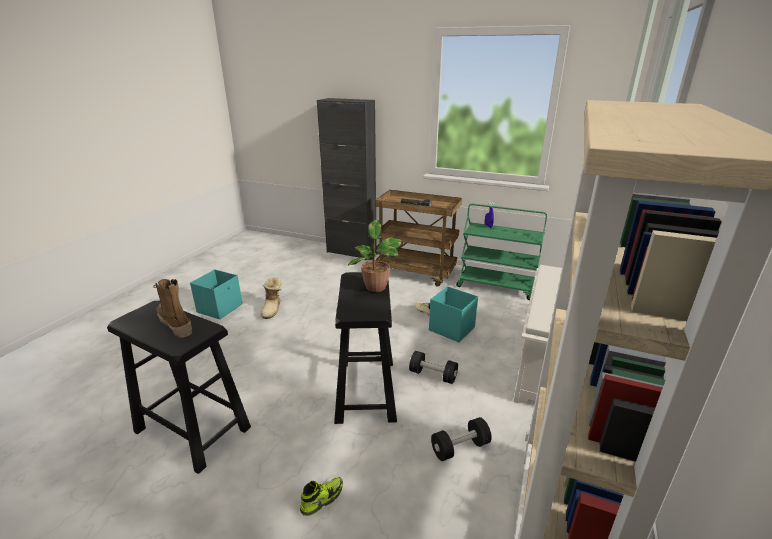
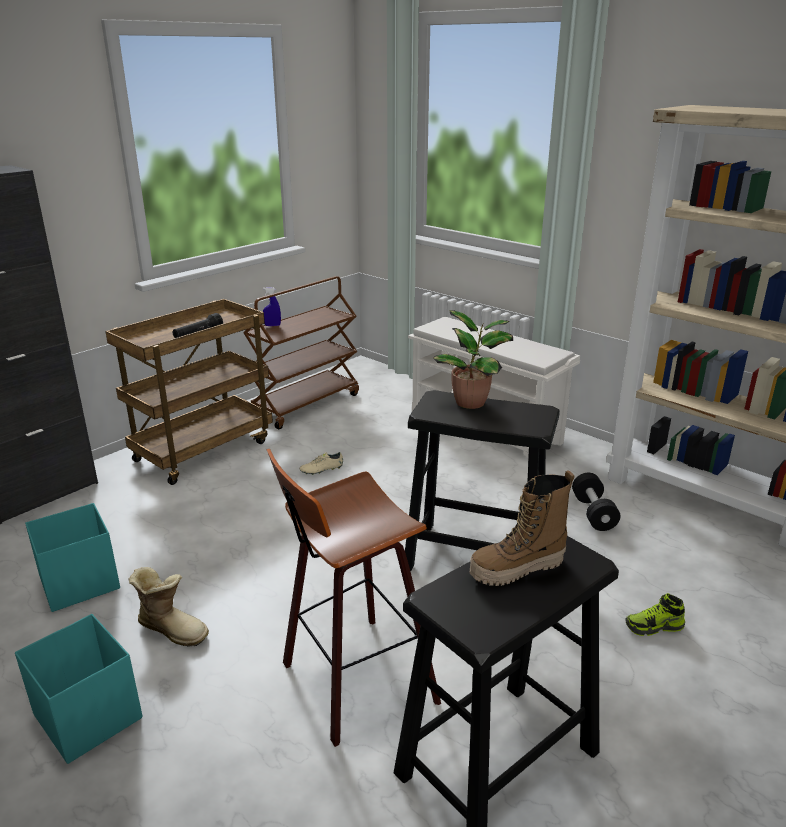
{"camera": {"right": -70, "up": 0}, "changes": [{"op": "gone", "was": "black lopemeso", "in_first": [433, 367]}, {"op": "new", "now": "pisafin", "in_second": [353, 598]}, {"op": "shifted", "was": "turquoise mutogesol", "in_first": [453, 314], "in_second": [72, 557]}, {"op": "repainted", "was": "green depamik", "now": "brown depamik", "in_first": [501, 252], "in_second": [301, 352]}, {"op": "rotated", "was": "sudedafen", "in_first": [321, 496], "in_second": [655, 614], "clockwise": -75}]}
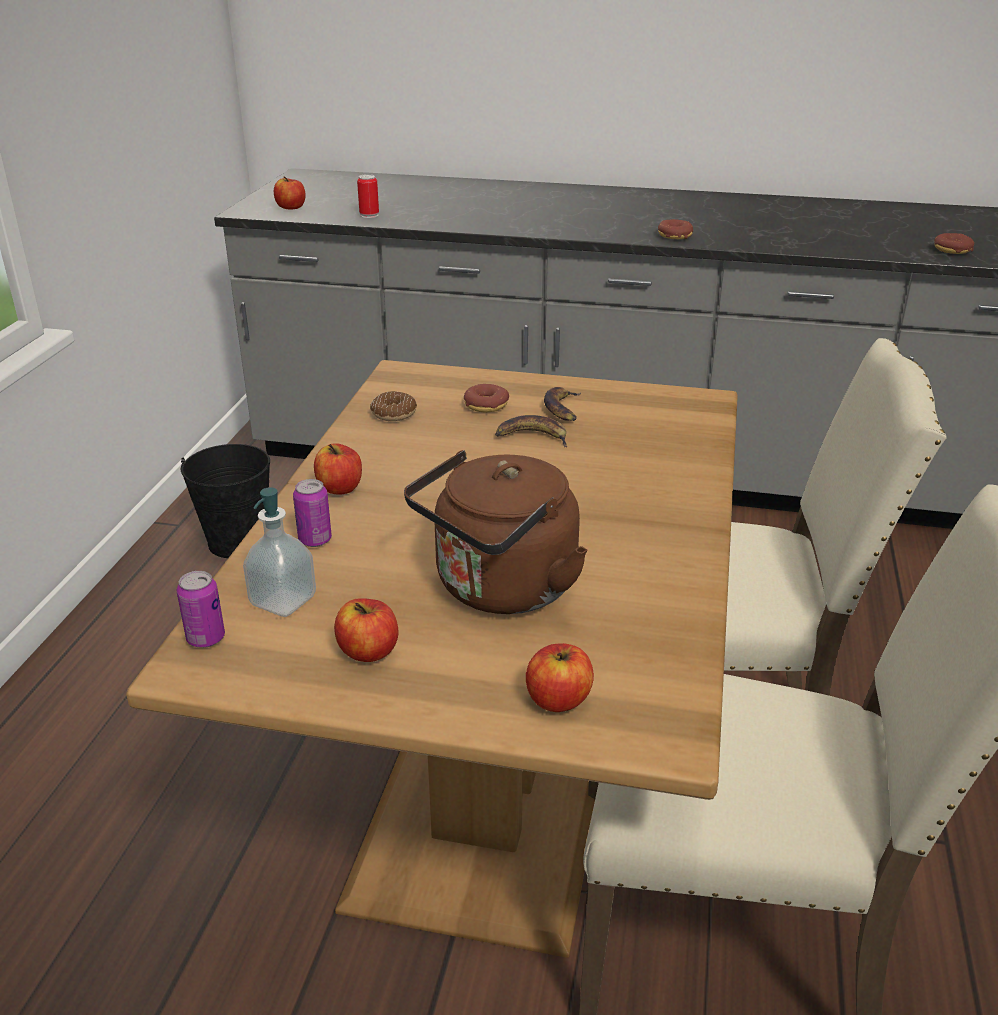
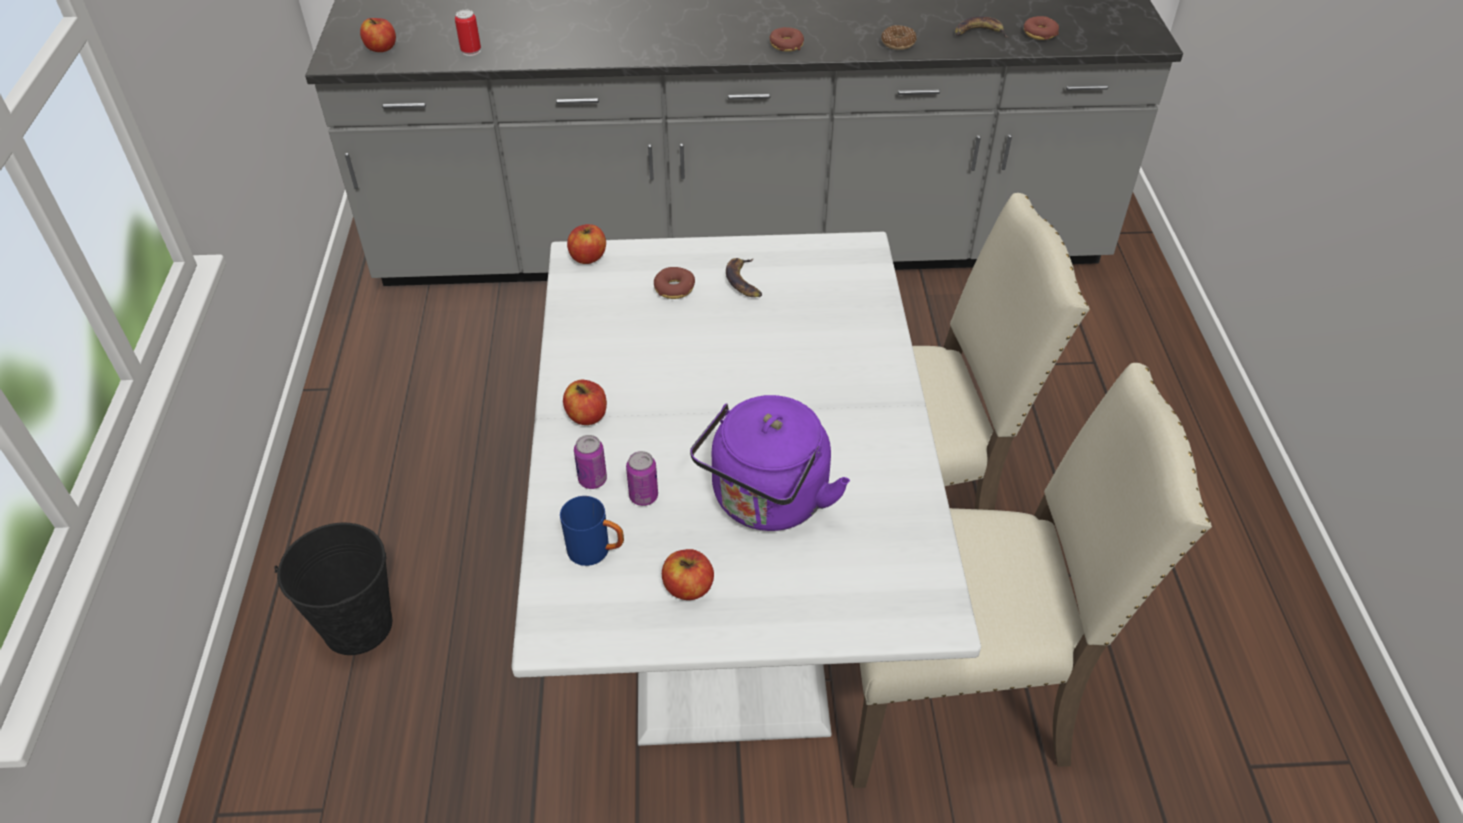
{"camera": {"right": -15, "up": 15}, "changes": [{"op": "shifted", "was": "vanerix", "in_first": [201, 609], "in_second": [642, 478]}, {"op": "shifted", "was": "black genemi", "in_first": [225, 501], "in_second": [334, 589]}, {"op": "shifted", "was": "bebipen", "in_first": [393, 406], "in_second": [899, 37]}, {"op": "shifted", "was": "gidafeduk", "in_first": [531, 431], "in_second": [981, 27]}, {"op": "shifted", "was": "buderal", "in_first": [560, 677], "in_second": [586, 244]}, {"op": "swapped", "was": "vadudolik", "now": "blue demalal", "in_first": [279, 552], "in_second": [592, 531]}, {"op": "repainted", "was": "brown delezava", "now": "white delezava", "in_first": [432, 659], "in_second": [746, 489]}, {"op": "repainted", "was": "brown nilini", "now": "purple nilini", "in_first": [496, 532], "in_second": [770, 463]}]}
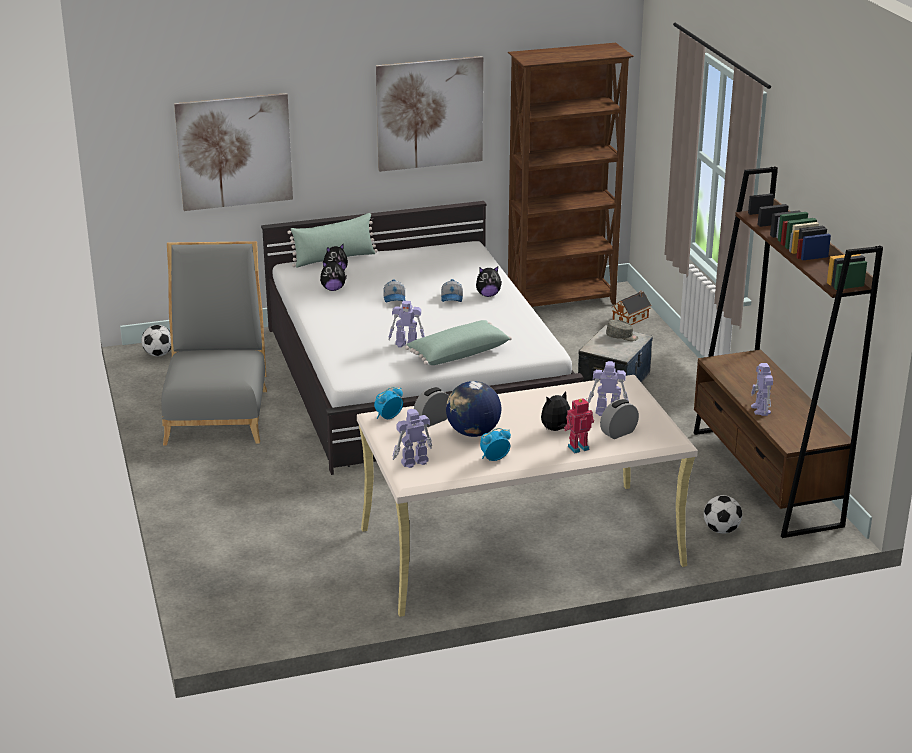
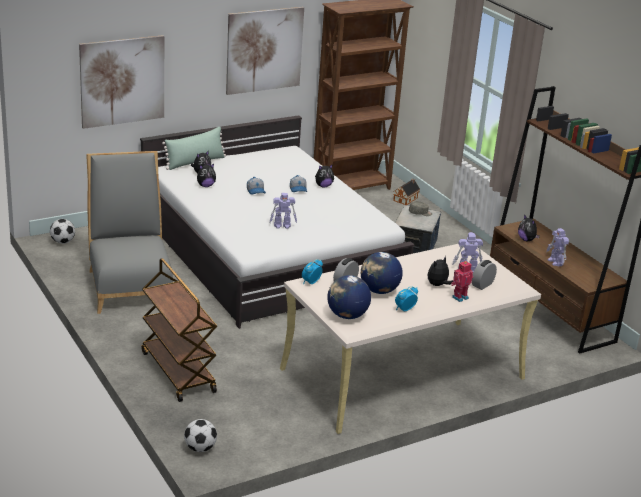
{"camera": {"right": -15, "up": 0}, "changes": [{"op": "gone", "was": "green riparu", "in_first": [458, 342]}, {"op": "new", "now": "brown depamik", "in_second": [179, 330]}, {"op": "new", "now": "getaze", "in_second": [529, 227]}, {"op": "shifted", "was": "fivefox", "in_first": [723, 514], "in_second": [200, 435]}, {"op": "swapped", "was": "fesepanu", "now": "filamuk", "in_first": [412, 438], "in_second": [349, 297]}]}
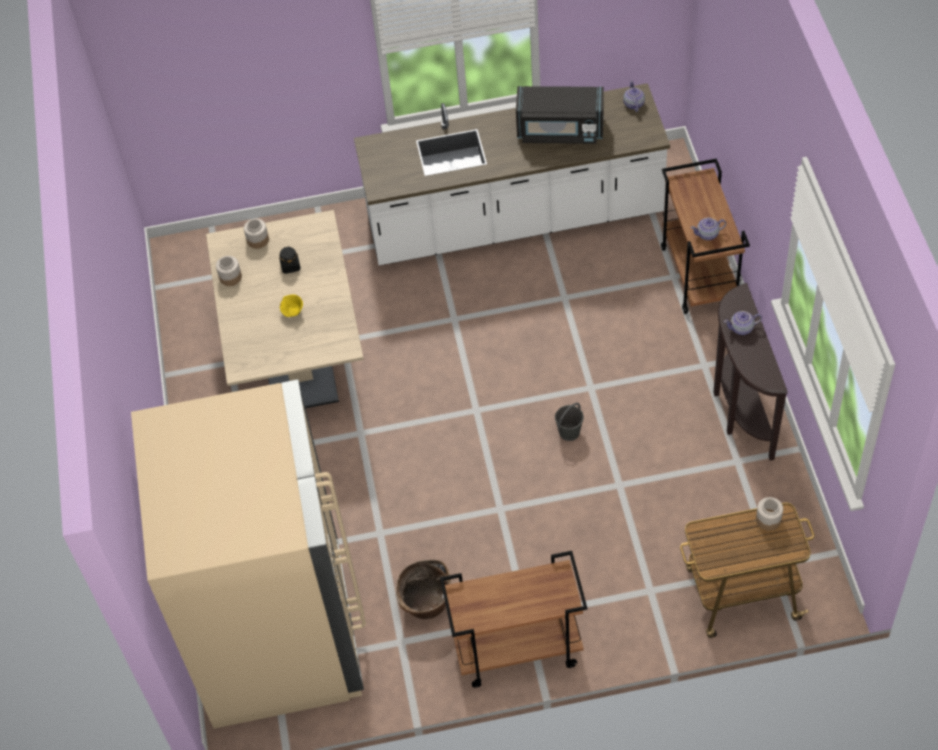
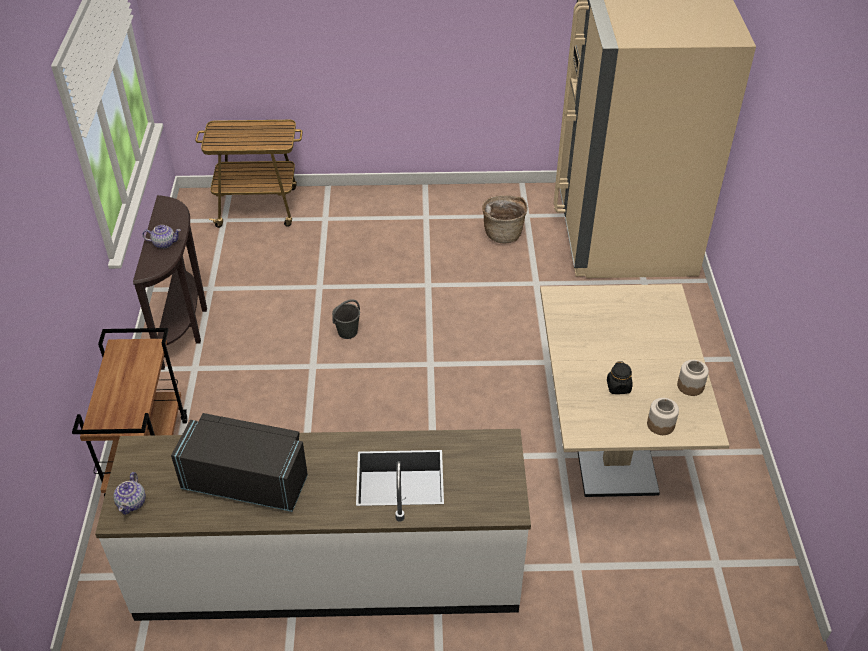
{"camera": {"right": -175, "up": -10}, "changes": [{"op": "gone", "was": "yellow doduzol", "in_first": [291, 306]}, {"op": "gone", "was": "brown depamik", "in_first": [513, 619]}, {"op": "gone", "was": "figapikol", "in_first": [708, 229]}, {"op": "gone", "was": "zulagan", "in_first": [769, 514]}]}
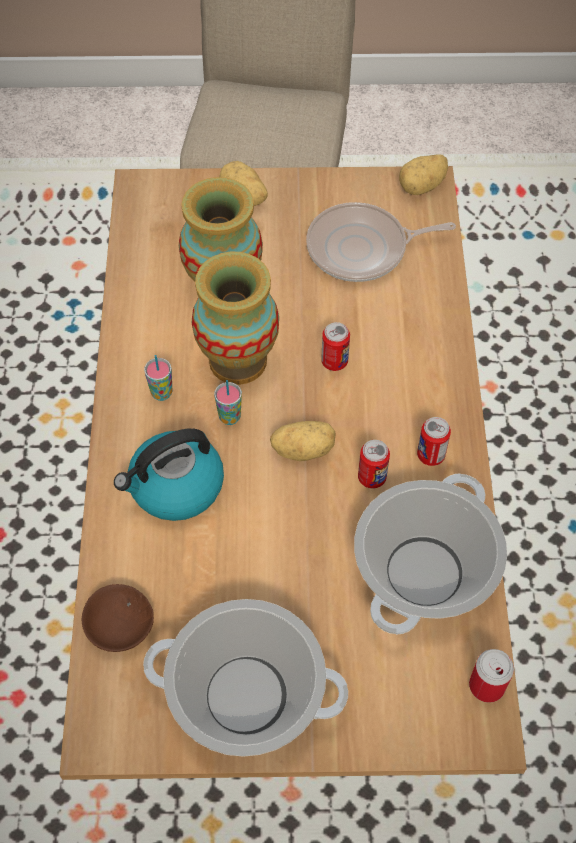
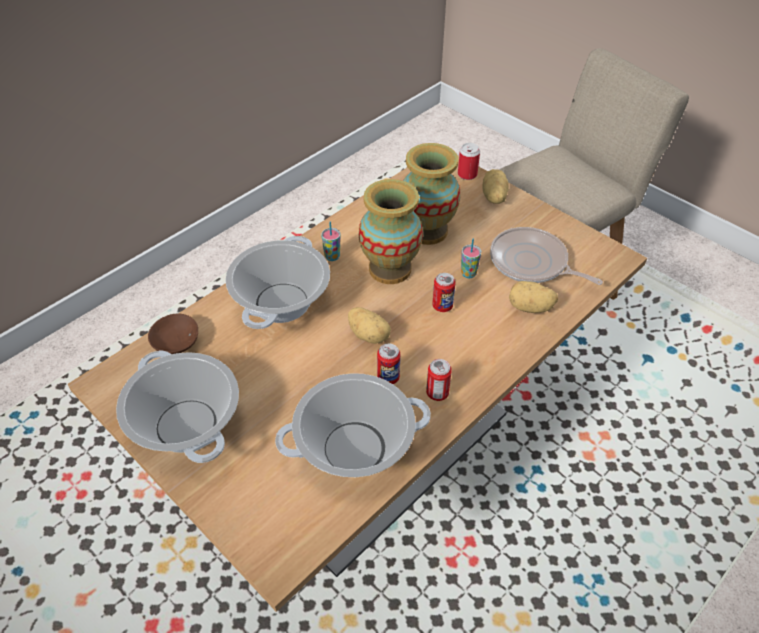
{"camera": {"right": 45, "up": -10}, "changes": [{"op": "shifted", "was": "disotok", "in_first": [228, 402], "in_second": [471, 258]}, {"op": "shifted", "was": "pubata", "in_first": [423, 174], "in_second": [533, 297]}, {"op": "shifted", "was": "vanerix", "in_first": [491, 676], "in_second": [469, 161]}, {"op": "swapped", "was": "nilini", "now": "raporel", "in_first": [169, 474], "in_second": [277, 282]}]}
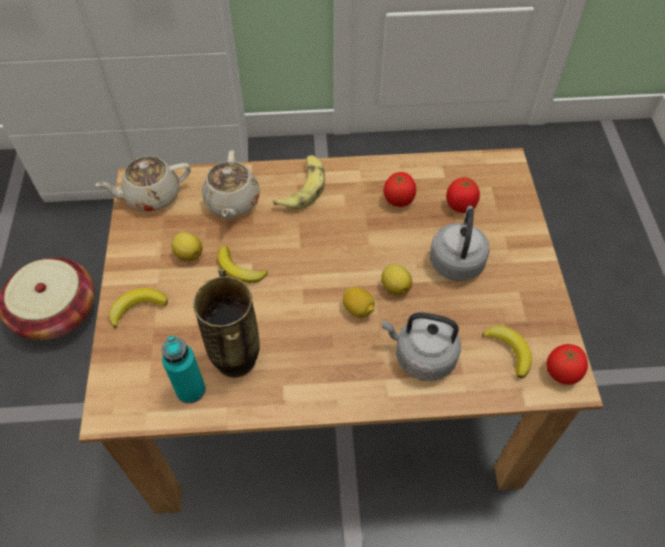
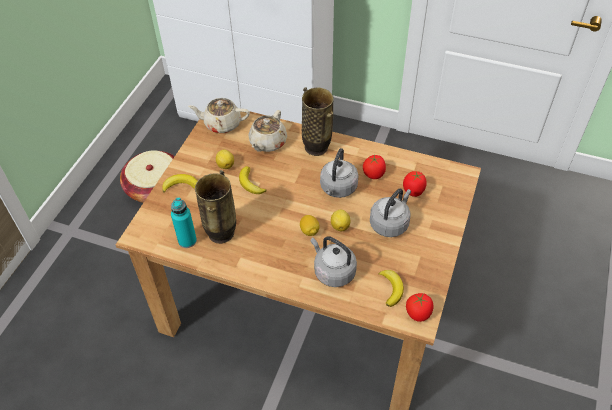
{"camera": {"right": 25, "up": -5}, "changes": [{"op": "new", "now": "grey nilini", "in_second": [339, 173]}, {"op": "swapped", "was": "gidafeduk", "now": "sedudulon", "in_first": [299, 182], "in_second": [318, 121]}]}
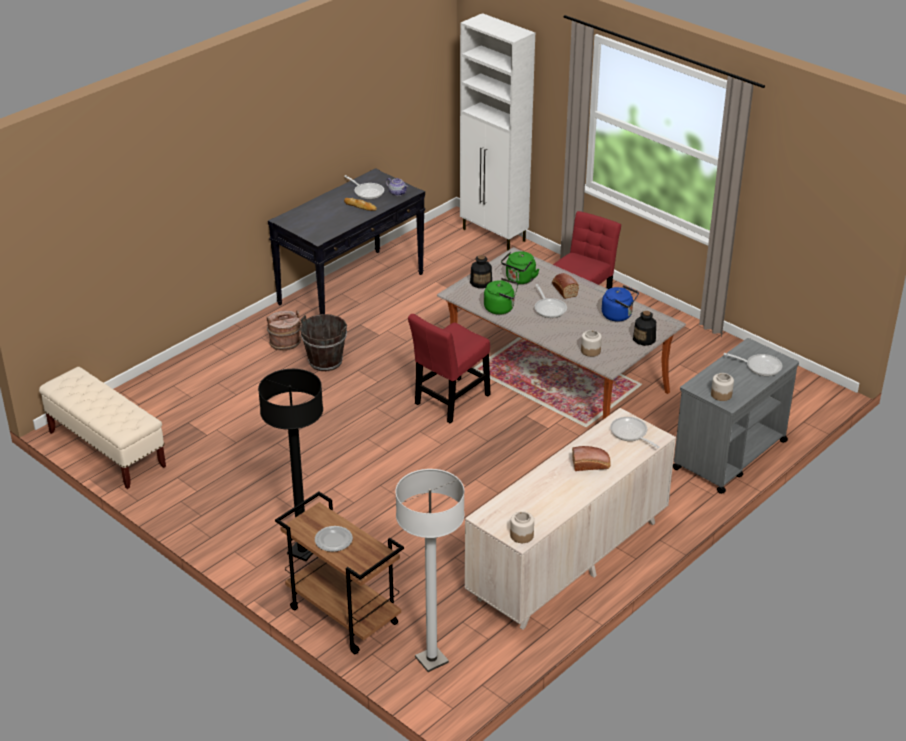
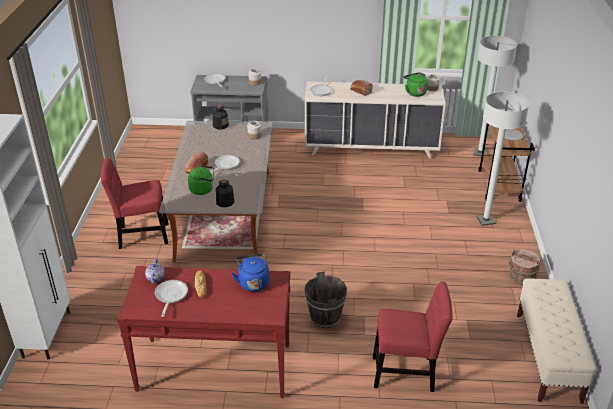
{"camera": {"right": -130, "up": 0}, "changes": [{"op": "shifted", "was": "brown genemi", "in_first": [284, 330], "in_second": [524, 267]}, {"op": "shifted", "was": "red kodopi", "in_first": [449, 368], "in_second": [412, 336]}, {"op": "shifted", "was": "green nilini", "in_first": [501, 296], "in_second": [415, 84]}, {"op": "shifted", "was": "blue nilini", "in_first": [620, 303], "in_second": [250, 272]}, {"op": "repainted", "was": "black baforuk", "now": "white baforuk", "in_first": [290, 465], "in_second": [502, 159]}, {"op": "repainted", "was": "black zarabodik", "now": "red zarabodik", "in_first": [346, 241], "in_second": [204, 332]}]}
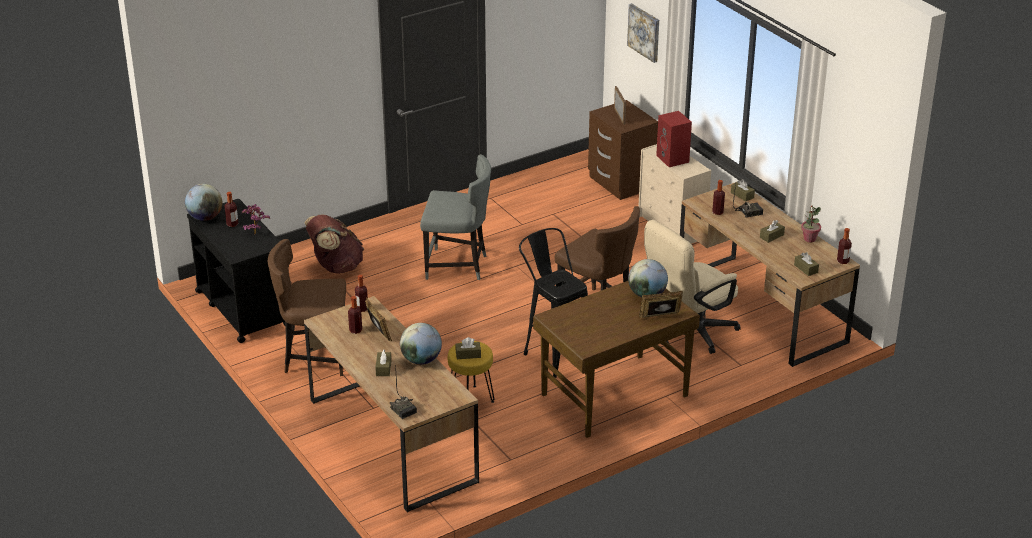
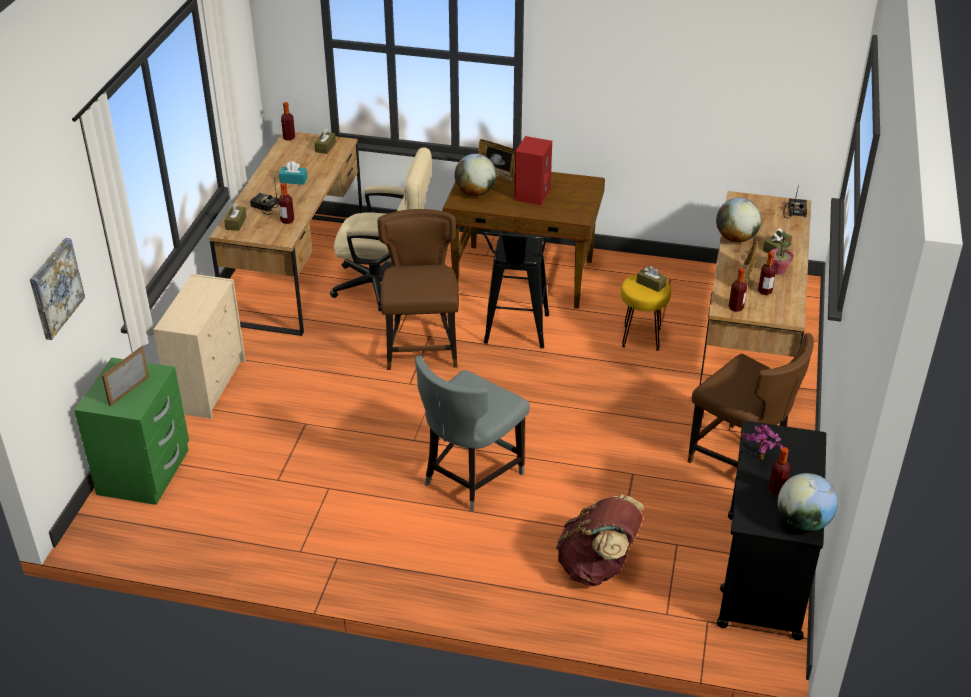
{"camera": {"right": -135, "up": 5}, "changes": [{"op": "shifted", "was": "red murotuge", "in_first": [674, 139], "in_second": [533, 170]}, {"op": "shifted", "was": "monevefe", "in_first": [811, 223], "in_second": [781, 253]}, {"op": "repainted", "was": "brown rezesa", "now": "green rezesa", "in_first": [623, 150], "in_second": [131, 431]}, {"op": "repainted", "was": "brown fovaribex", "now": "turquoise fovaribex", "in_first": [772, 231], "in_second": [293, 173]}, {"op": "rotated", "was": "grey kodopi", "in_first": [455, 217], "in_second": [472, 433], "clockwise": -105}]}
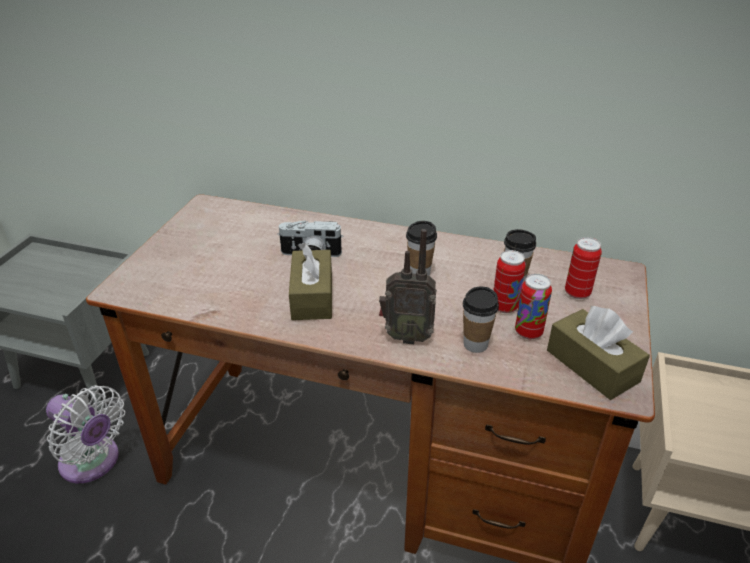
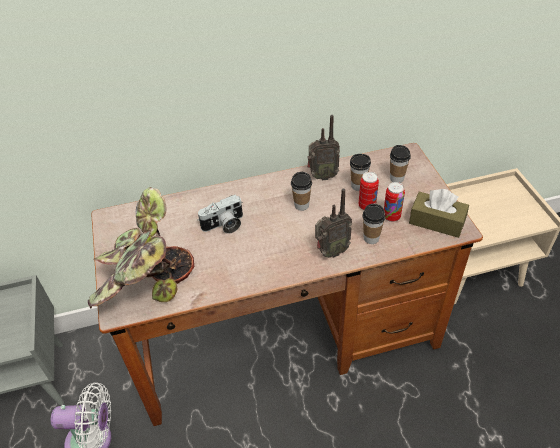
{"camera": {"right": -30, "up": 10}, "changes": [{"op": "gone", "was": "brown fovaribex", "in_first": [310, 281]}, {"op": "new", "now": "monevefe", "in_second": [141, 248]}, {"op": "new", "now": "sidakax", "in_second": [323, 147]}, {"op": "swapped", "was": "vanerix", "now": "disotok", "in_first": [583, 268], "in_second": [400, 164]}]}
